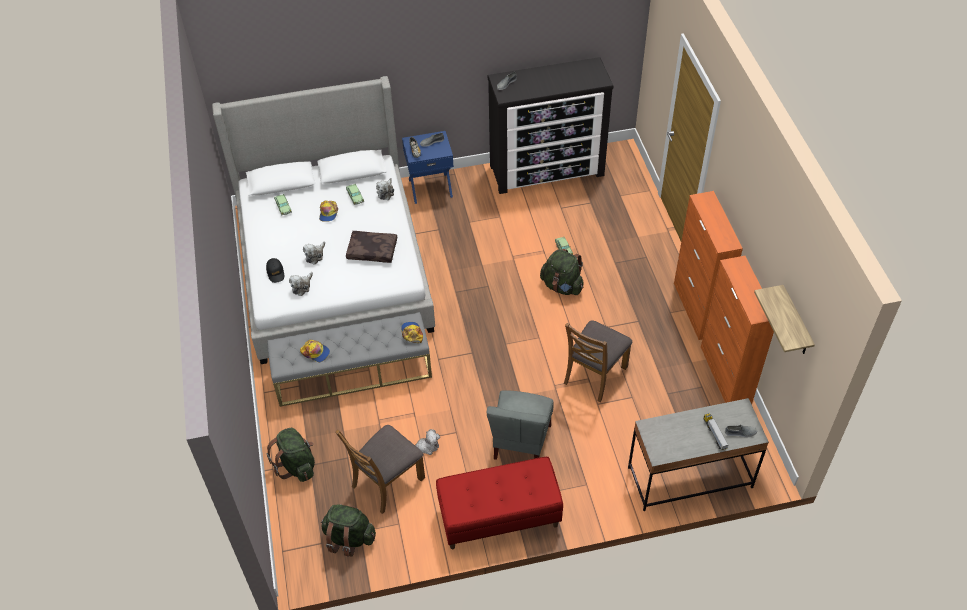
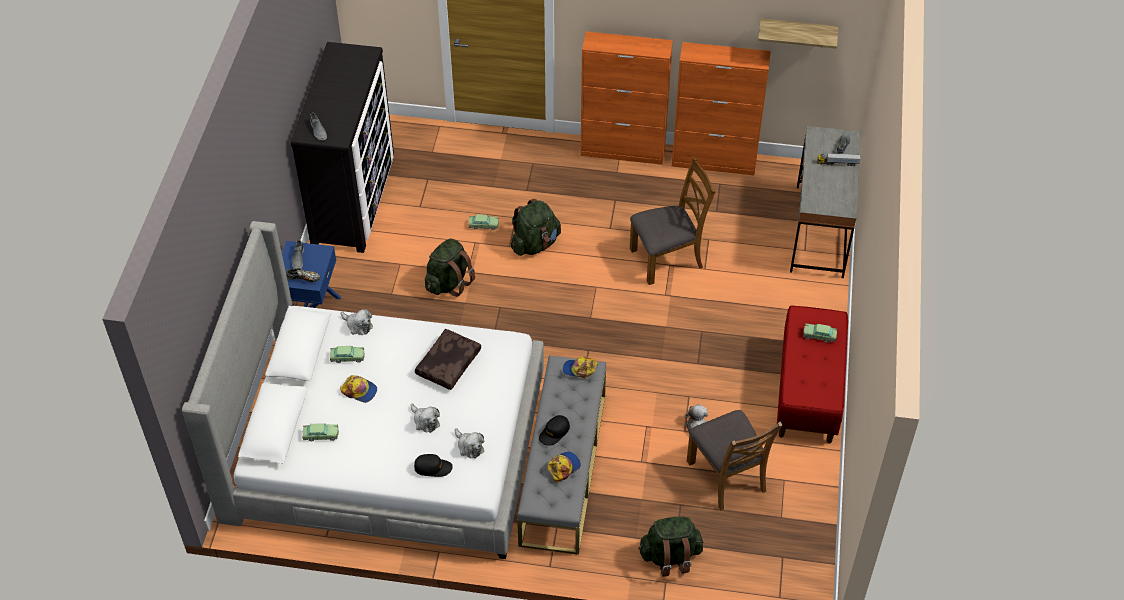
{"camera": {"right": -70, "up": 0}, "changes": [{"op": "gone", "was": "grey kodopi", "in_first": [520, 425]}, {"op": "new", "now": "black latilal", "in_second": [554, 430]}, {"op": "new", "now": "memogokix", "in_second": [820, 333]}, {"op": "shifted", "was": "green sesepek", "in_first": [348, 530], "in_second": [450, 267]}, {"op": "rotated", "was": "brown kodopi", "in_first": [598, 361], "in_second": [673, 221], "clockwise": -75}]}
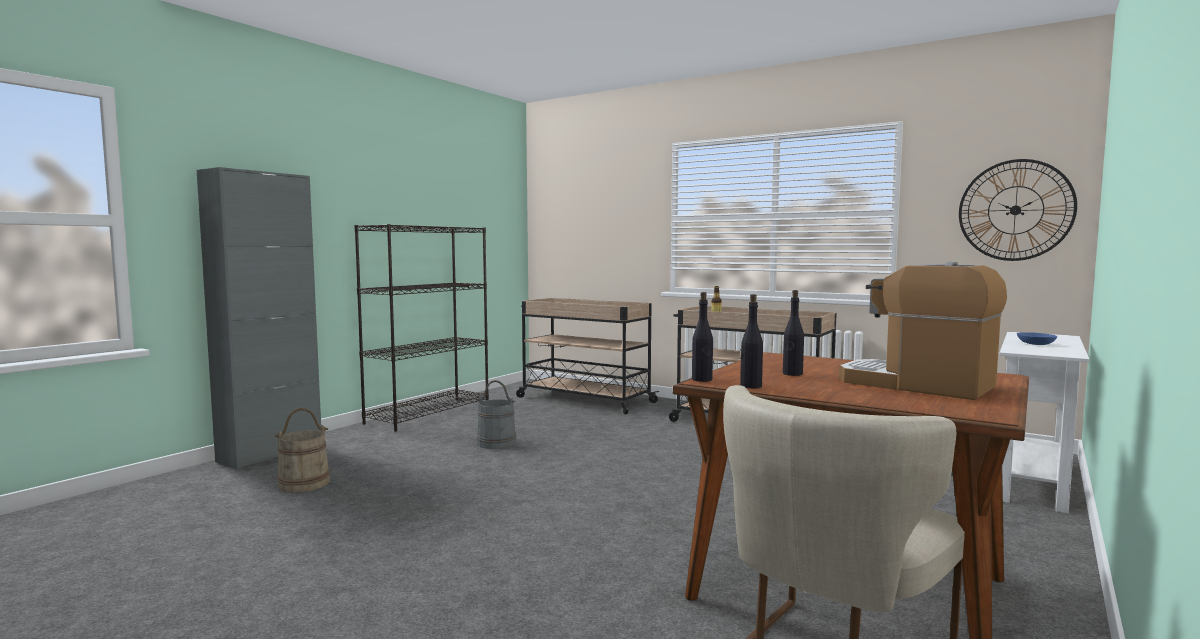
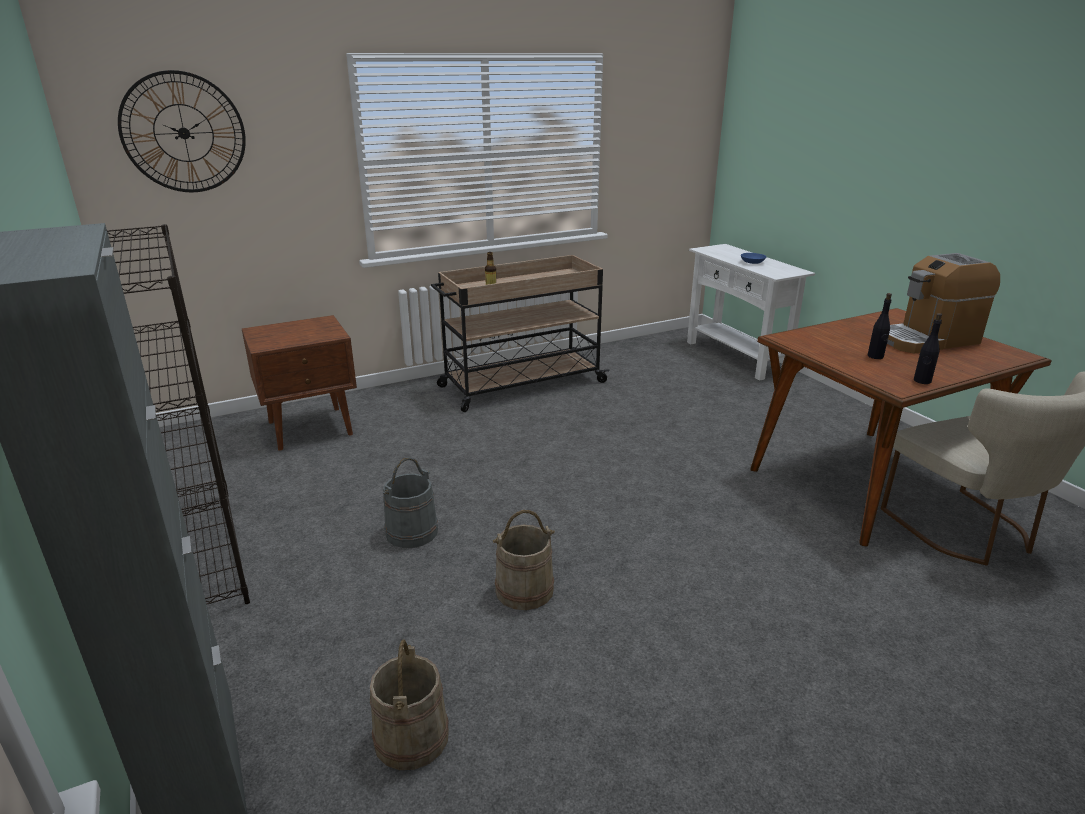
{"camera": {"right": -60, "up": 20}, "changes": [{"op": "gone", "was": "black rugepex", "in_first": [702, 337]}, {"op": "new", "now": "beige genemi", "in_second": [524, 560]}, {"op": "shifted", "was": "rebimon", "in_first": [1018, 210], "in_second": [182, 131]}, {"op": "swapped", "was": "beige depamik", "now": "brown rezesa", "in_first": [587, 356], "in_second": [299, 383]}]}
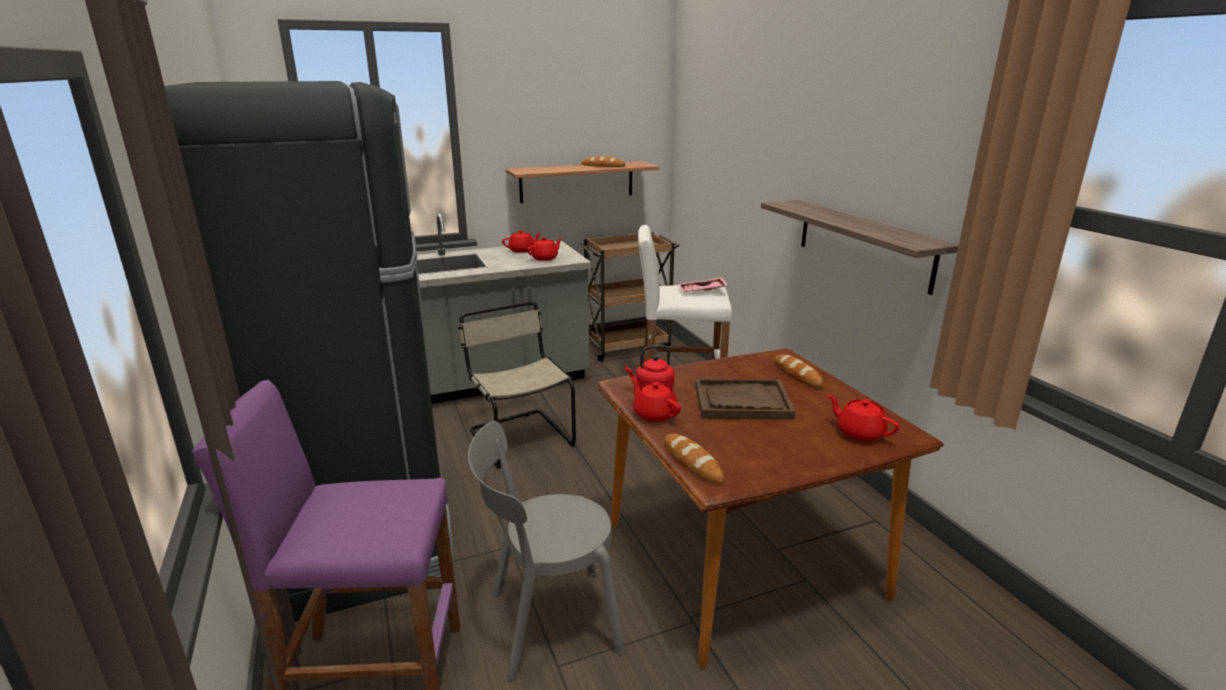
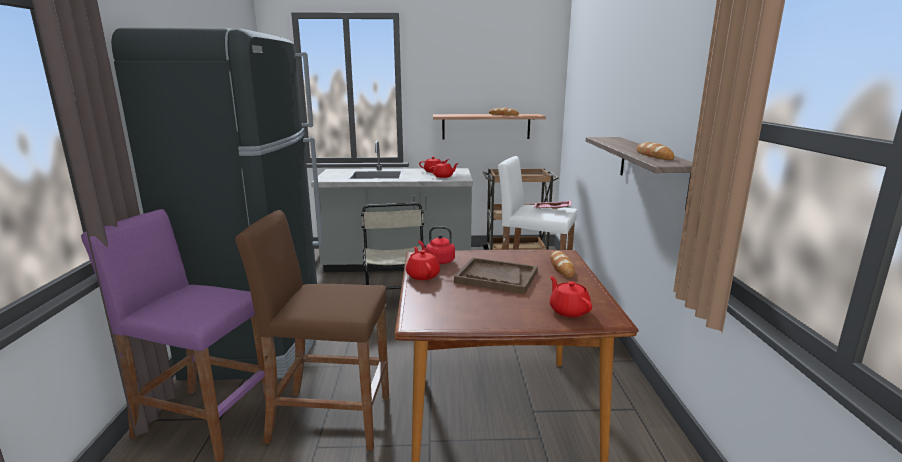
{"camera": {"right": 20, "up": -5}, "changes": [{"op": "shifted", "was": "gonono", "in_first": [694, 459], "in_second": [655, 151]}, {"op": "swapped", "was": "grey kodopi", "now": "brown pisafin", "in_first": [546, 551], "in_second": [312, 330]}]}
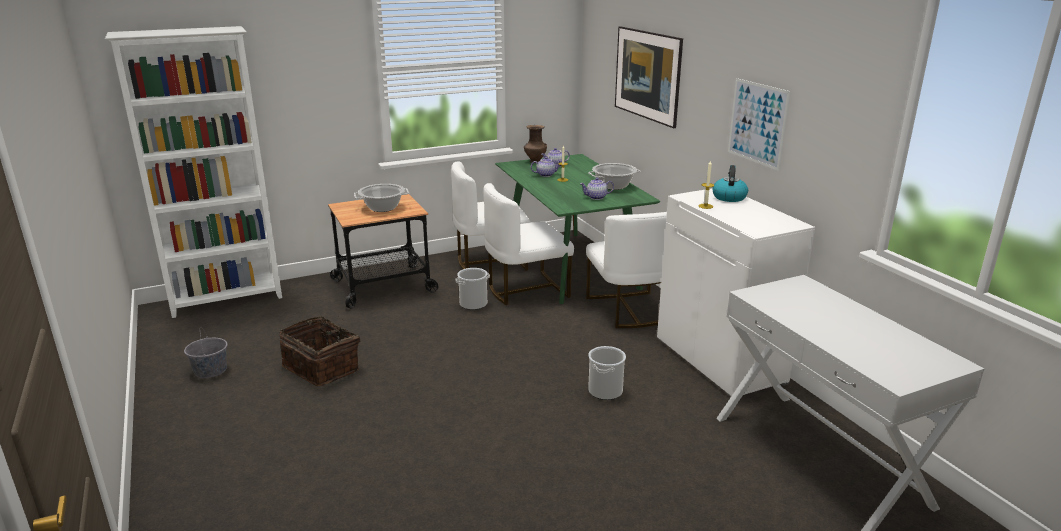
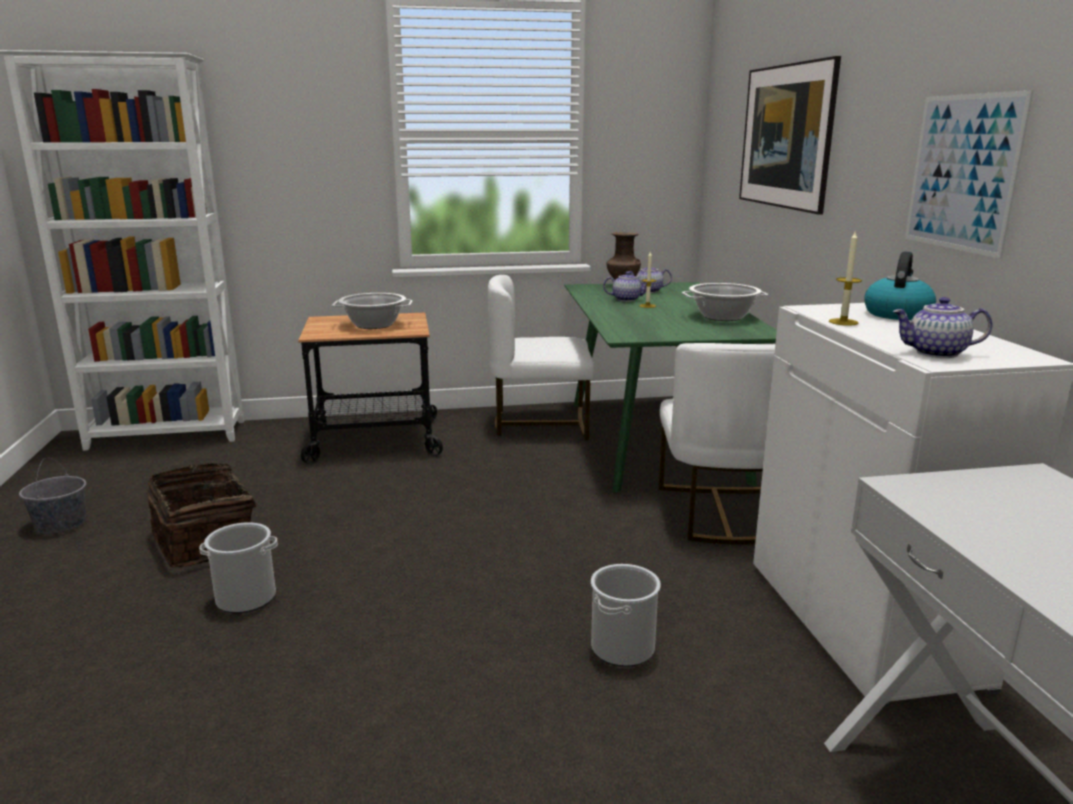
{"camera": {"right": 15, "up": -5}, "changes": [{"op": "gone", "was": "white kodopi", "in_first": [528, 244]}, {"op": "shifted", "was": "genemi", "in_first": [472, 289], "in_second": [238, 567]}, {"op": "shifted", "was": "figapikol", "in_first": [597, 189], "in_second": [942, 327]}]}
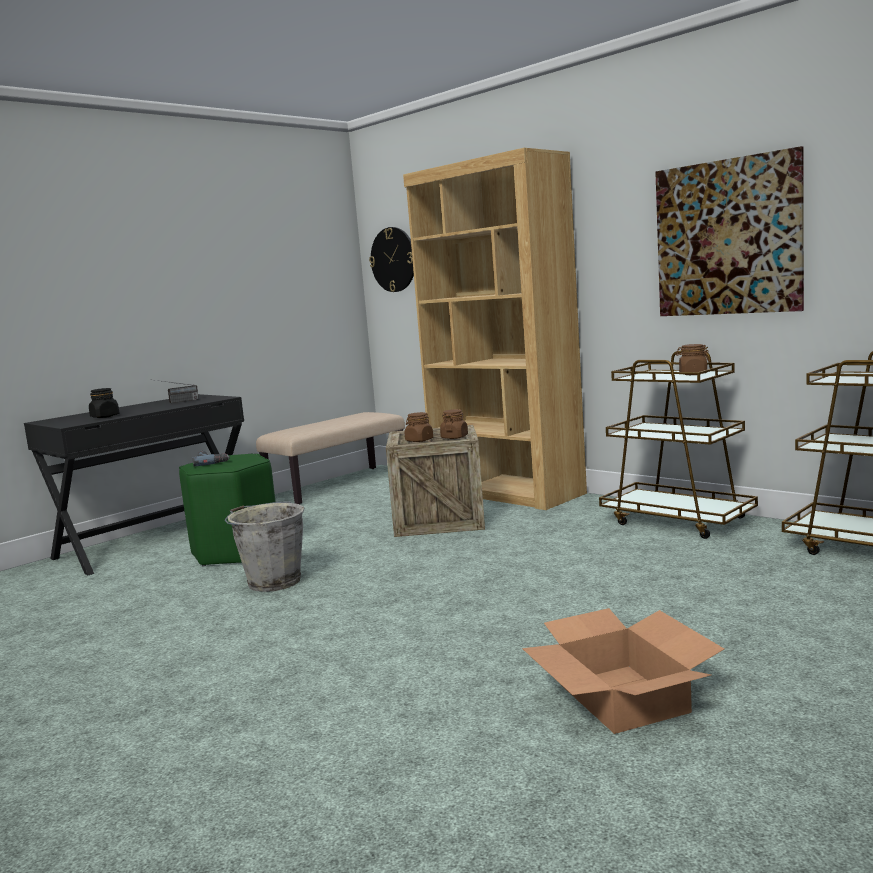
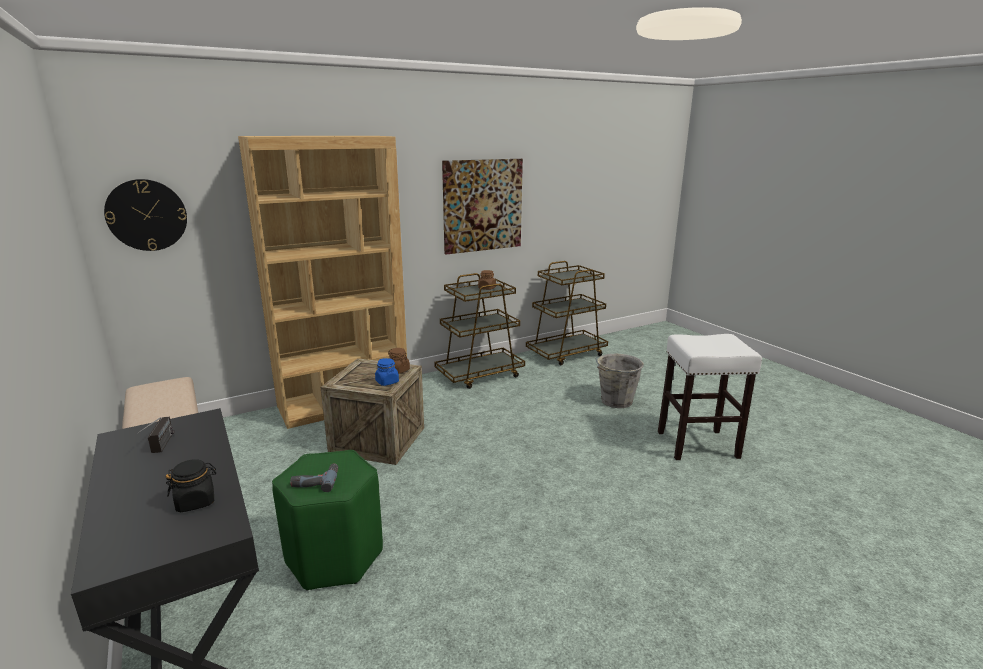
{"camera": {"right": -75, "up": 10}, "changes": [{"op": "shifted", "was": "grey genemi", "in_first": [265, 546], "in_second": [620, 380]}, {"op": "swapped", "was": "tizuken", "now": "white pisafin", "in_first": [623, 671], "in_second": [710, 397]}, {"op": "repainted", "was": "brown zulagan", "now": "blue zulagan", "in_first": [418, 427], "in_second": [387, 372]}]}
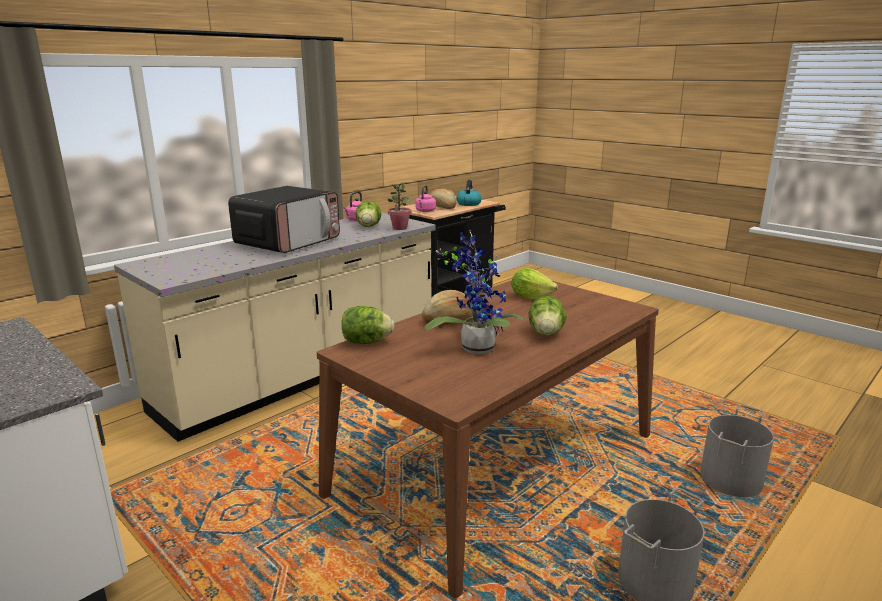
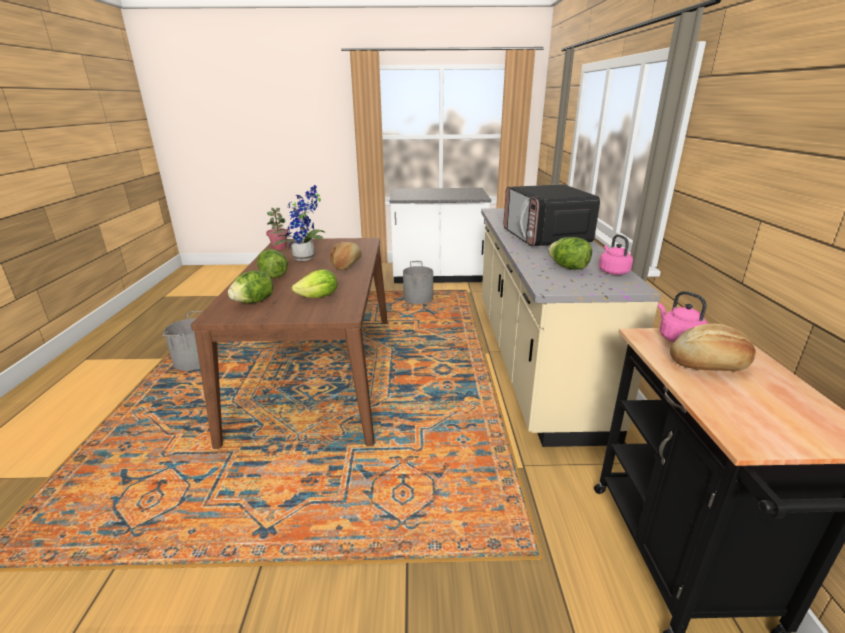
{"camera": {"right": 135, "up": 5}, "changes": [{"op": "gone", "was": "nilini", "in_first": [469, 193]}, {"op": "shifted", "was": "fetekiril", "in_first": [368, 325], "in_second": [250, 286]}, {"op": "shifted", "was": "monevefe", "in_first": [399, 206], "in_second": [277, 229]}, {"op": "shifted", "was": "grey genemi", "in_first": [737, 450], "in_second": [418, 282]}]}
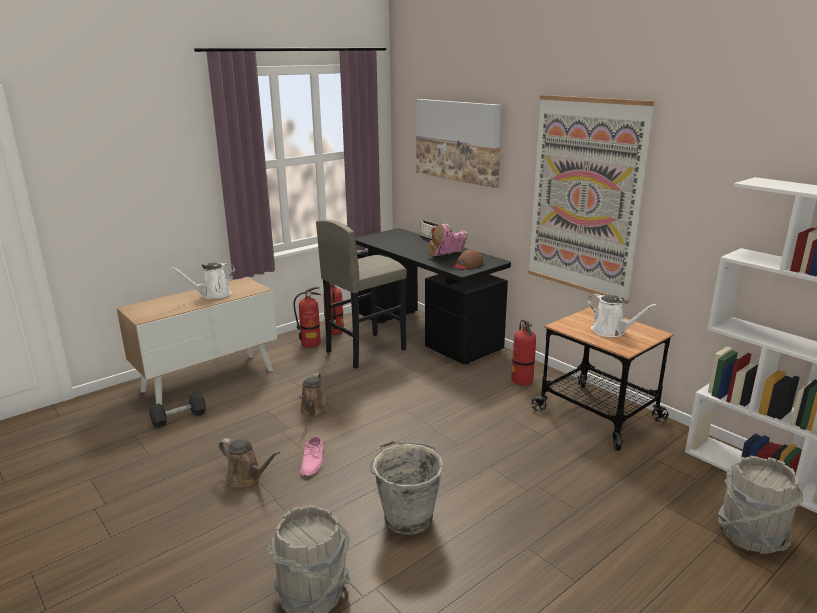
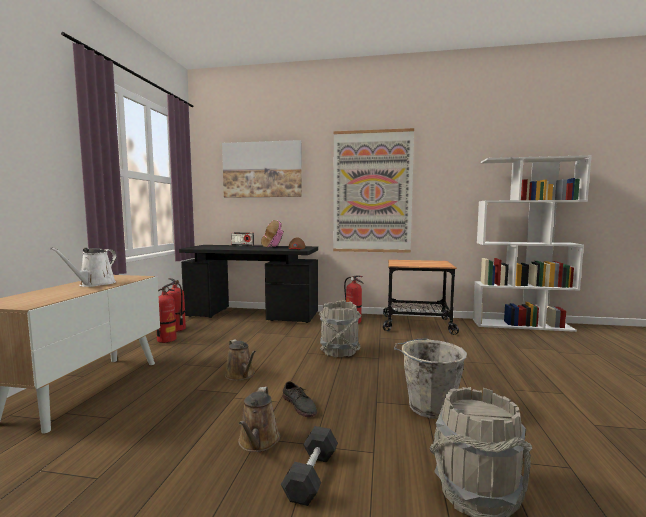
{"camera": {"right": -40, "up": -15}, "changes": [{"op": "gone", "was": "grey pisafin", "in_first": [361, 294]}, {"op": "gone", "was": "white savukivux", "in_first": [622, 315]}, {"op": "shifted", "was": "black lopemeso", "in_first": [177, 410], "in_second": [309, 466]}, {"op": "shifted", "was": "grey genemi", "in_first": [761, 504], "in_second": [340, 329]}, {"op": "repainted", "was": "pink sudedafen", "now": "grey sudedafen", "in_first": [312, 456], "in_second": [300, 399]}, {"op": "rotated", "was": "brown savukivux", "in_first": [249, 463], "in_second": [259, 419], "clockwise": 105}]}
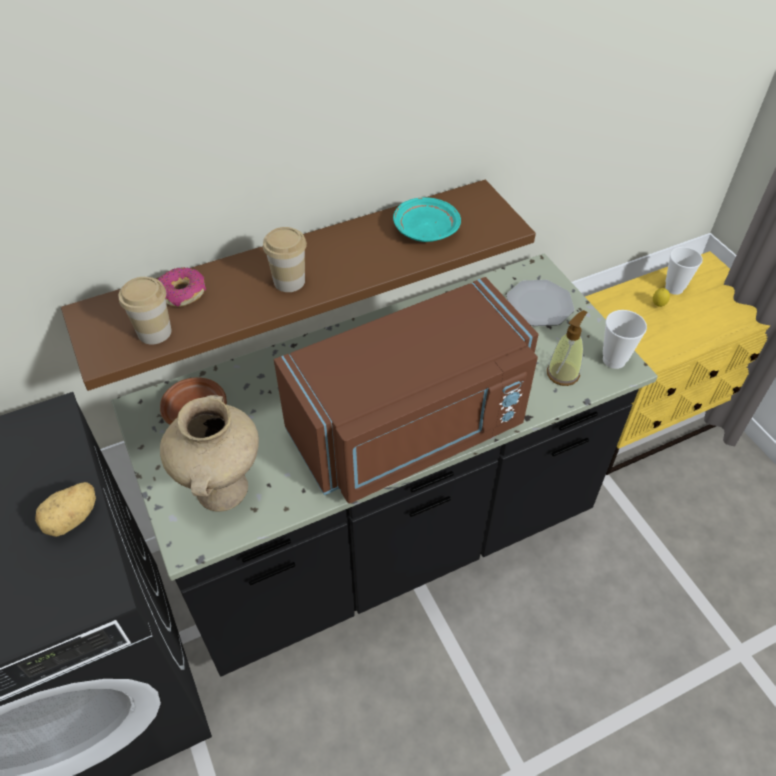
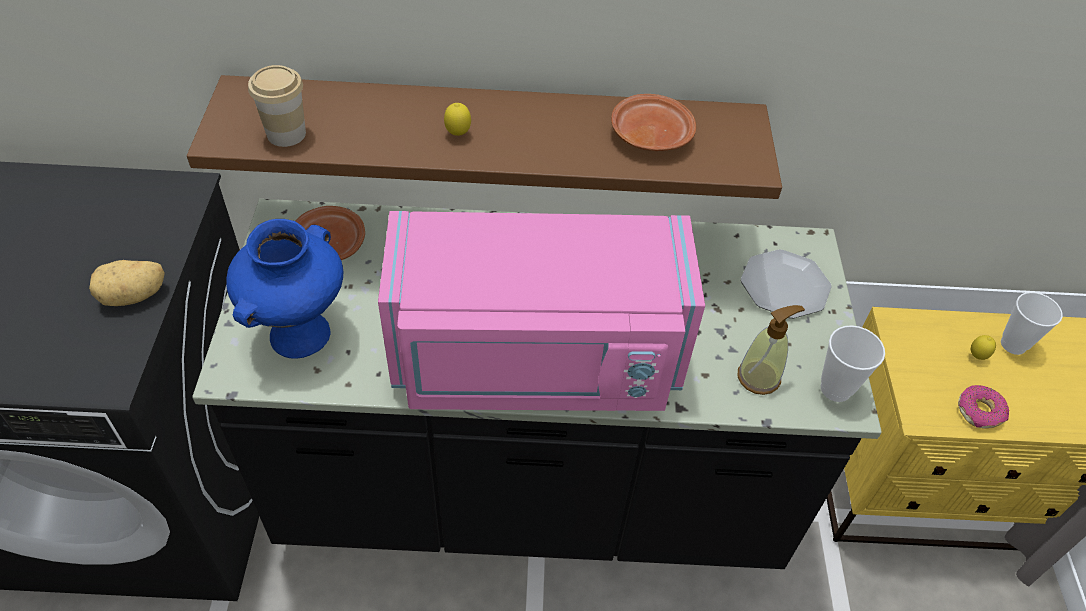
{"camera": {"right": 25, "up": 0}, "changes": [{"op": "shifted", "was": "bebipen", "in_first": [182, 287], "in_second": [983, 407]}, {"op": "swapped", "was": "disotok", "now": "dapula", "in_first": [285, 259], "in_second": [457, 119]}, {"op": "repainted", "was": "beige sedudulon", "now": "blue sedudulon", "in_first": [209, 453], "in_second": [284, 289]}, {"op": "repainted", "was": "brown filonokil", "now": "pink filonokil", "in_first": [406, 390], "in_second": [541, 311]}, {"op": "repainted", "was": "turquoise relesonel", "now": "brown relesonel", "in_first": [427, 219], "in_second": [653, 122]}]}
